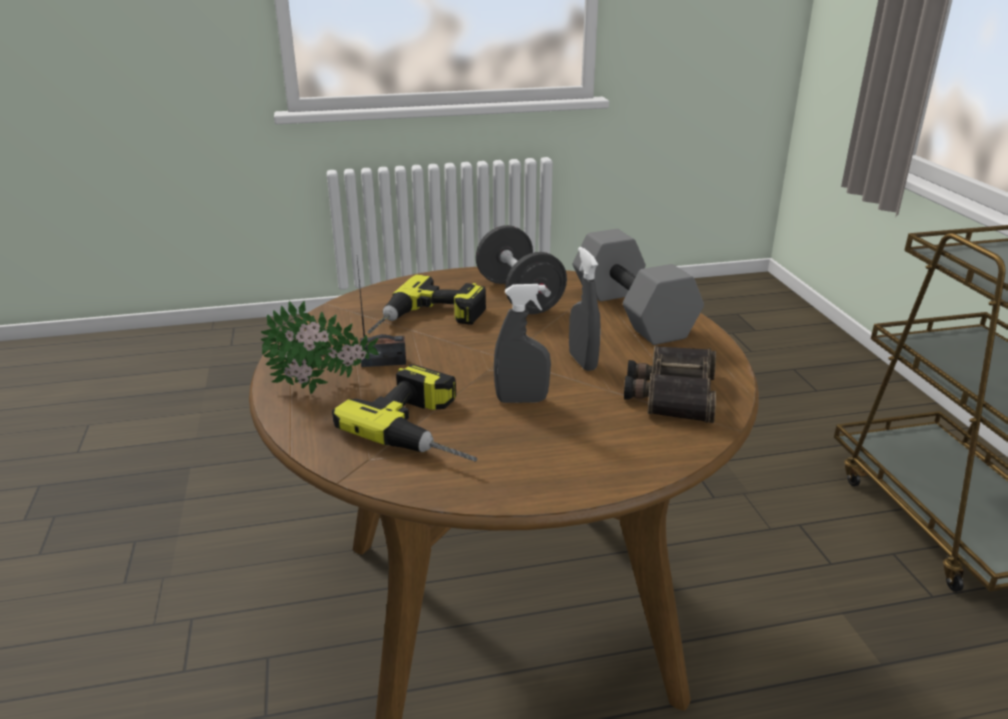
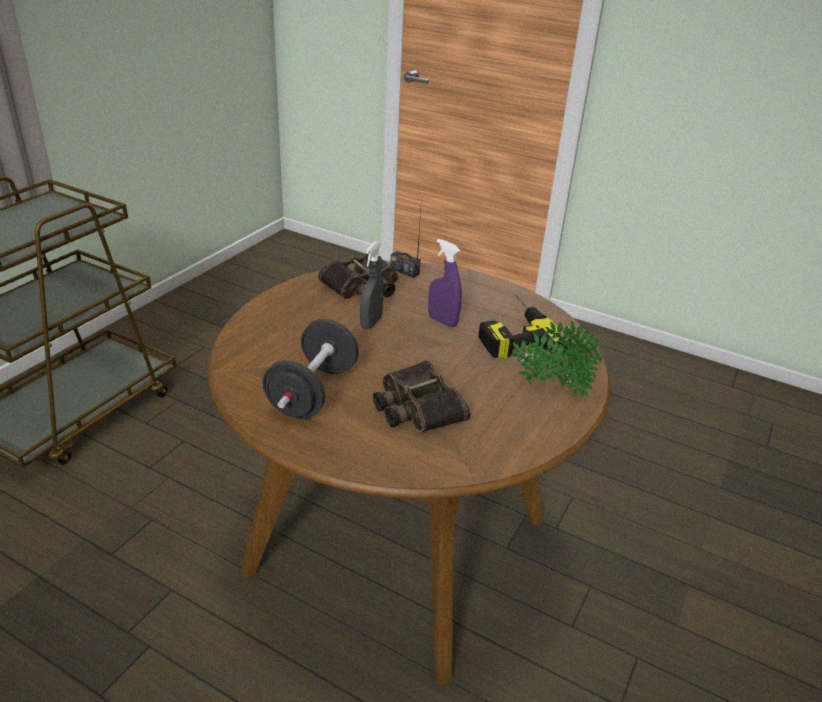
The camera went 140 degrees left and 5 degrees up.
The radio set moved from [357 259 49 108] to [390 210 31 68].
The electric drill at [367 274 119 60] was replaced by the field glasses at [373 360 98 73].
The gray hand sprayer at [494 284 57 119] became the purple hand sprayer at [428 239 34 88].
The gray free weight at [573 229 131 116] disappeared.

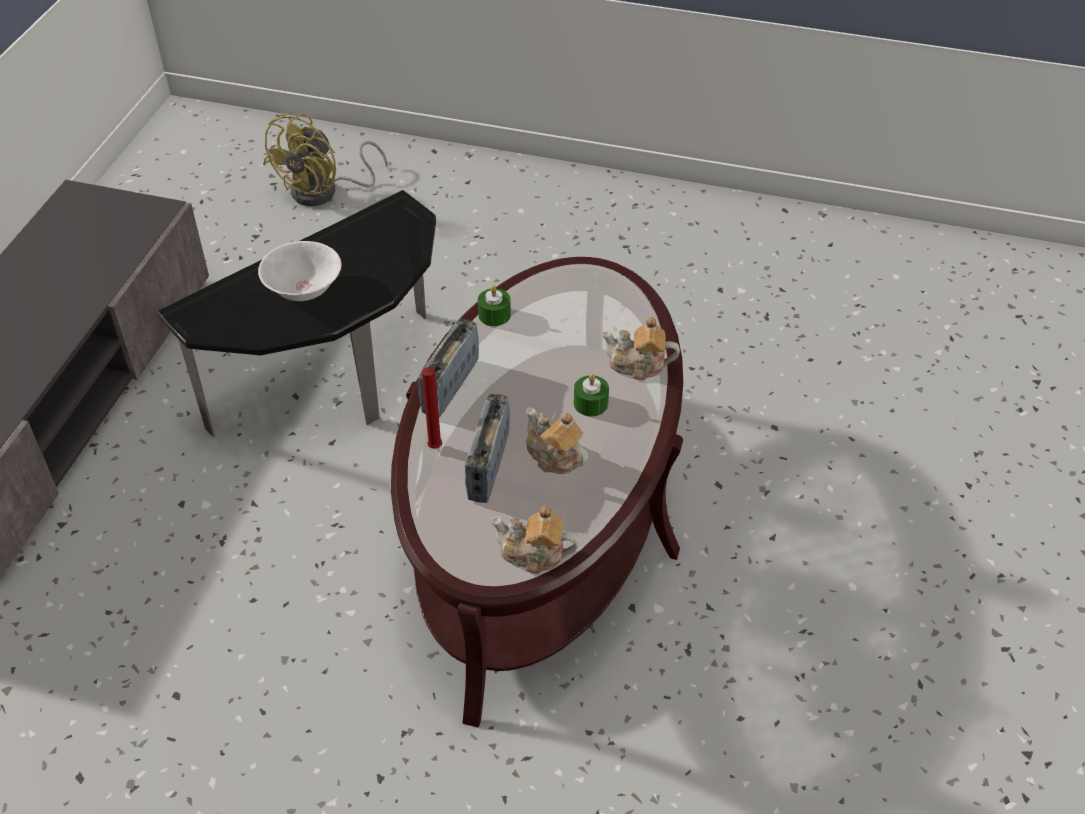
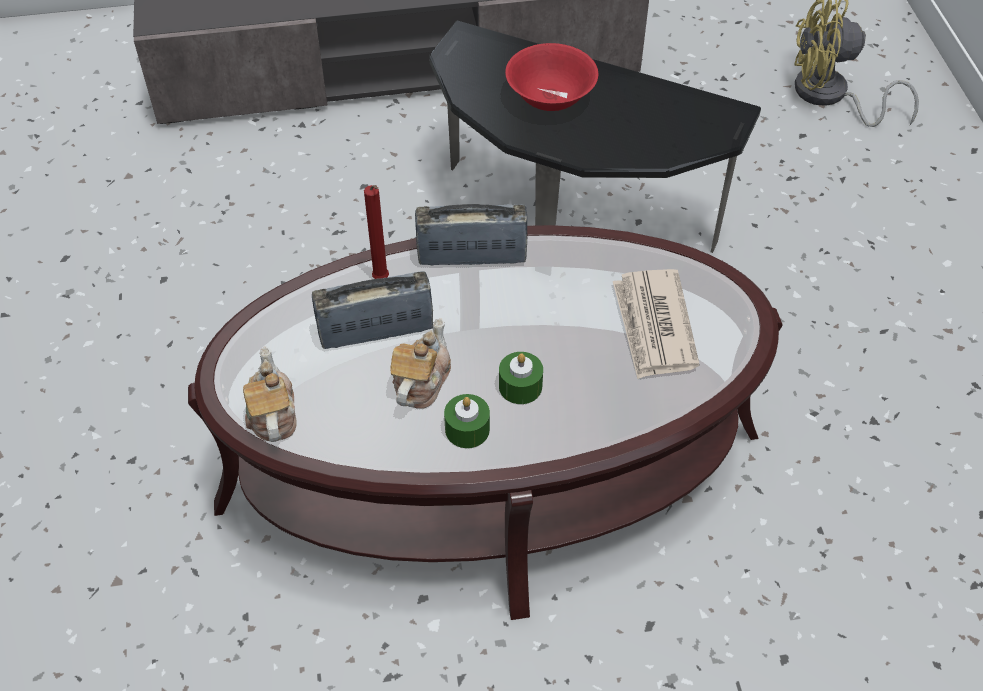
The camera went 65 degrees right and 5 degrees up.
The whitish deep dish at [258 241 84 60] became the reddish deep dish at [505 43 93 68].
The green wax candle moved from [478 285 33 41] to [444 394 46 54].
The pot for tea at [602 317 78 63] disappeared.
The newspaper at [613 269 87 110] appeared.

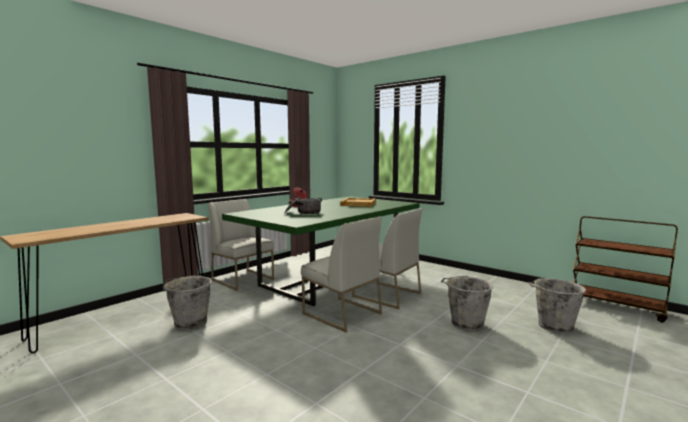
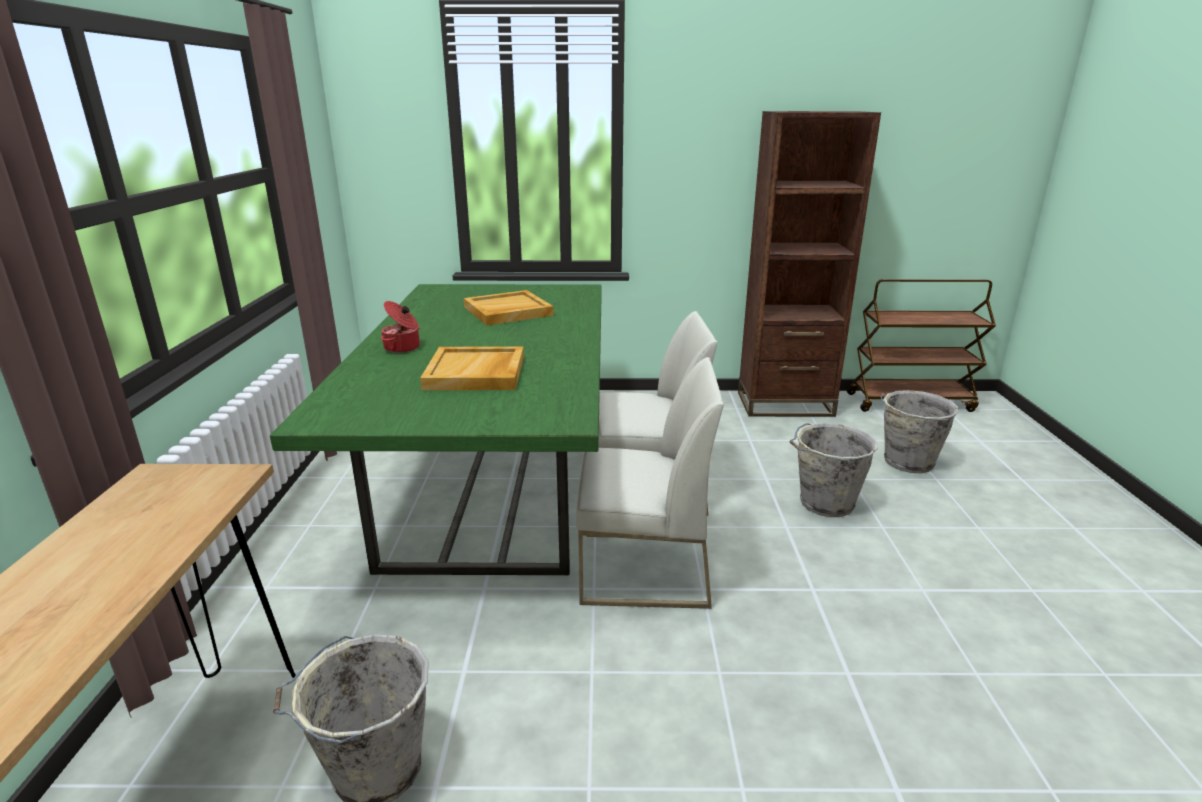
The camera went 40 degrees left and 15 degrees up.
The whitish plain chair at [208 199 66 92] disappeared.
The cooking pot at [285 196 37 18] was replaced by the beige-coloured serving tray at [420 346 104 44].
The brown-coloured shelving unit at [738 111 143 306] appeared.

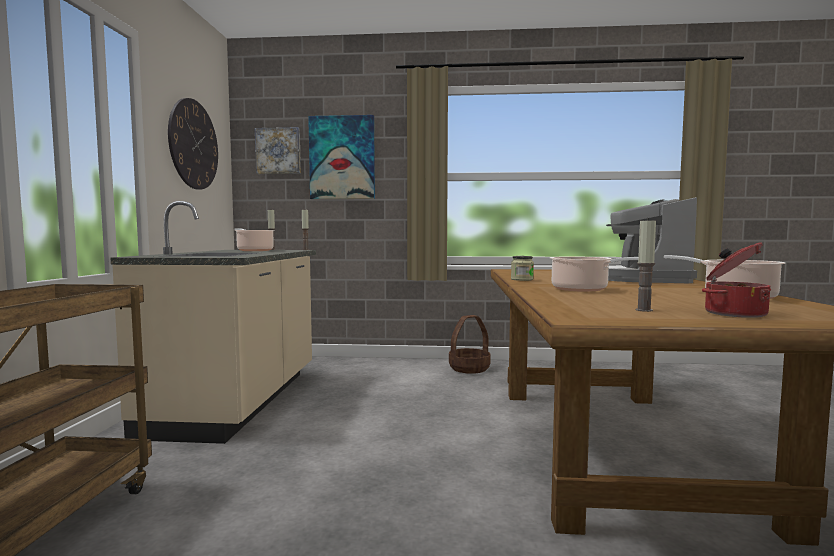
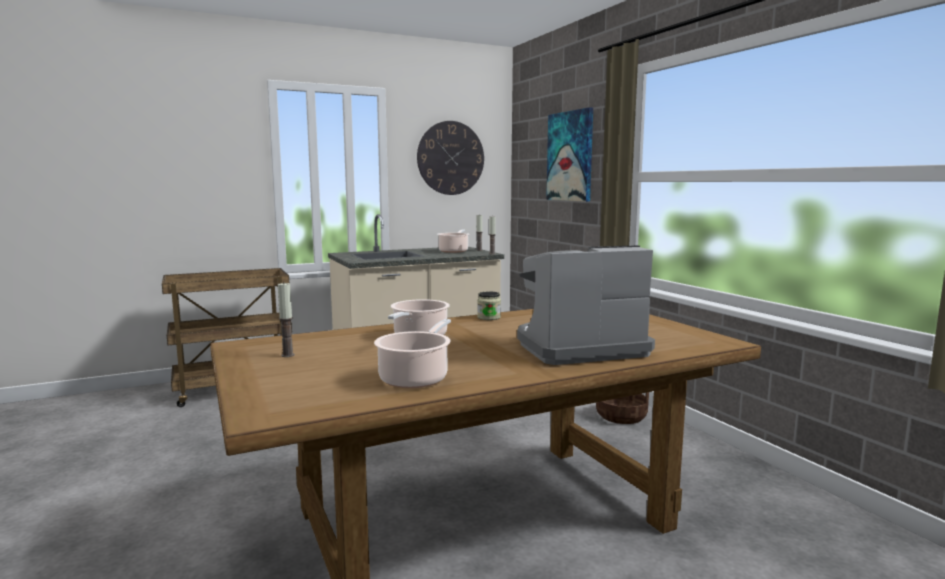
The camera went 60 degrees right and 5 degrees up.
The picture at [255 127 46 47] disappeared.
The cooking pot at [702 242 69 76] disappeared.

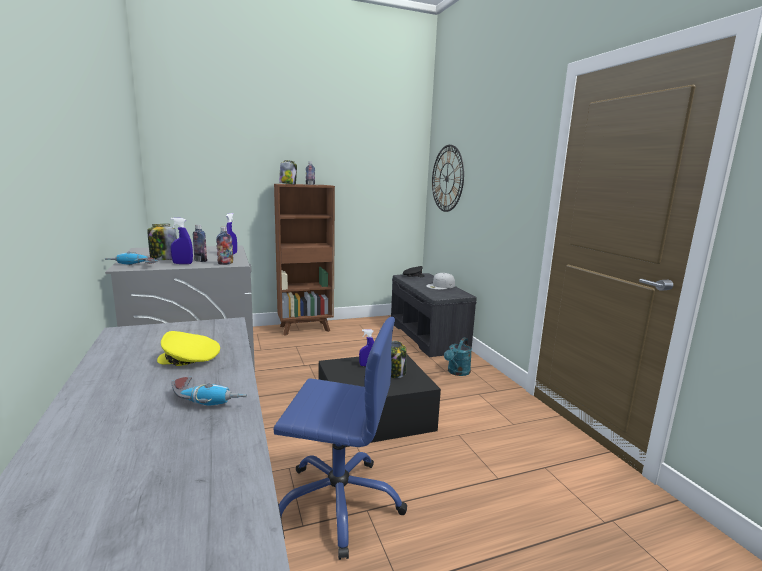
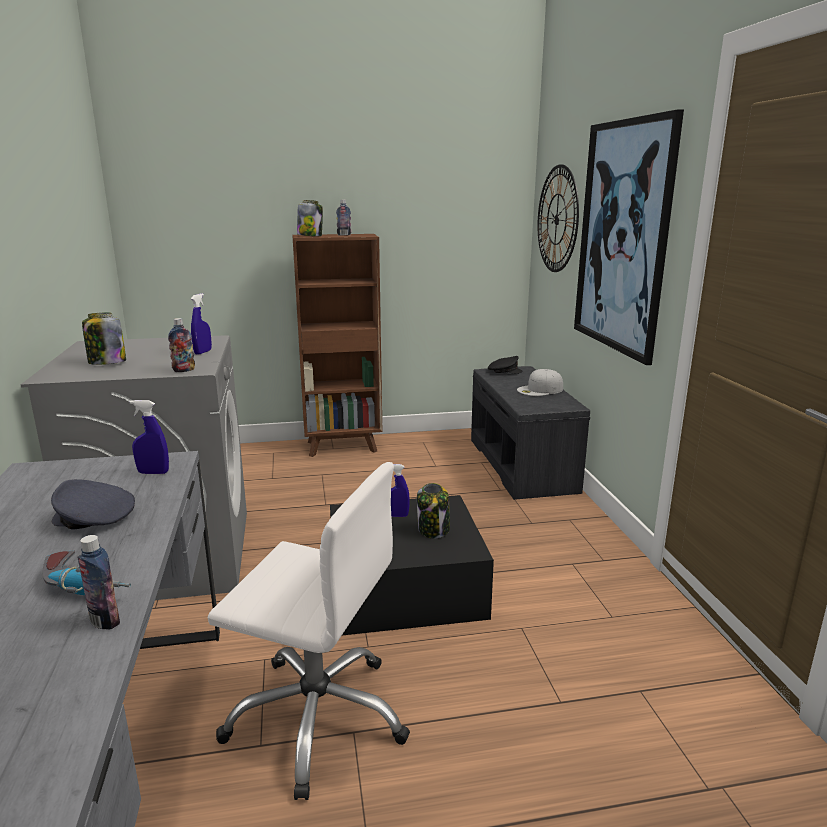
The camera went 10 degrees right and 5 degrees up.
The electric drill at [105 252 53 13] disappeared.
The yellow-coloured baseball cap at [157 331 63 35] became the gray baseball cap at [51 479 84 51].
The blue hand sprayer moved from [171 218 22 46] to [130 400 39 74].
The bottle moved from [193 225 14 37] to [78 535 42 95].
The blue desk chair at [273 317 134 243] became the whitish desk chair at [208 462 202 338].
The blue-green watering pot at [444 338 28 38] disappeared.
The picture at [574 109 110 256] appeared.

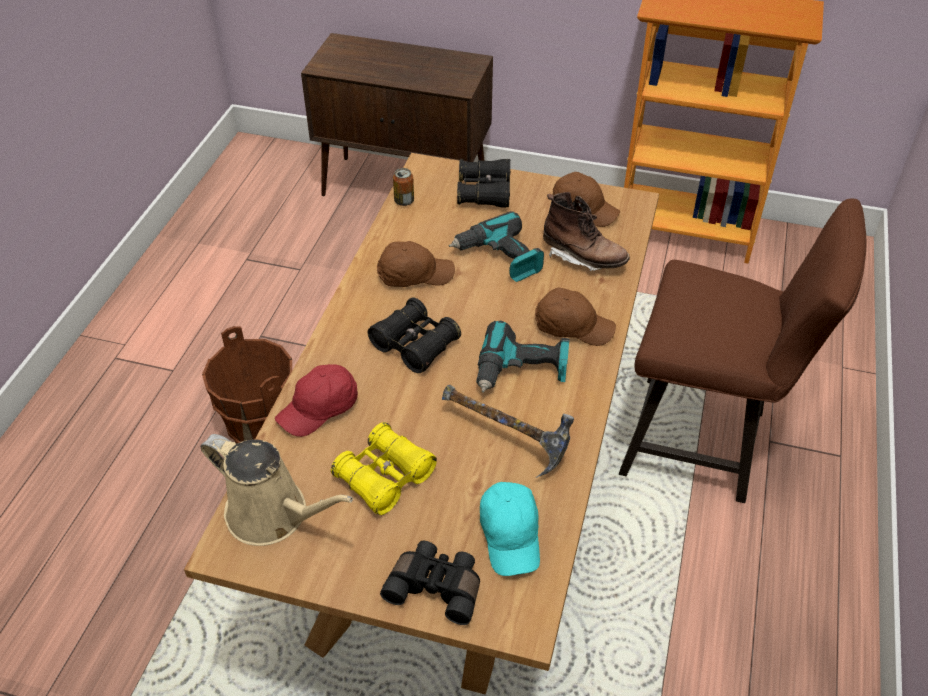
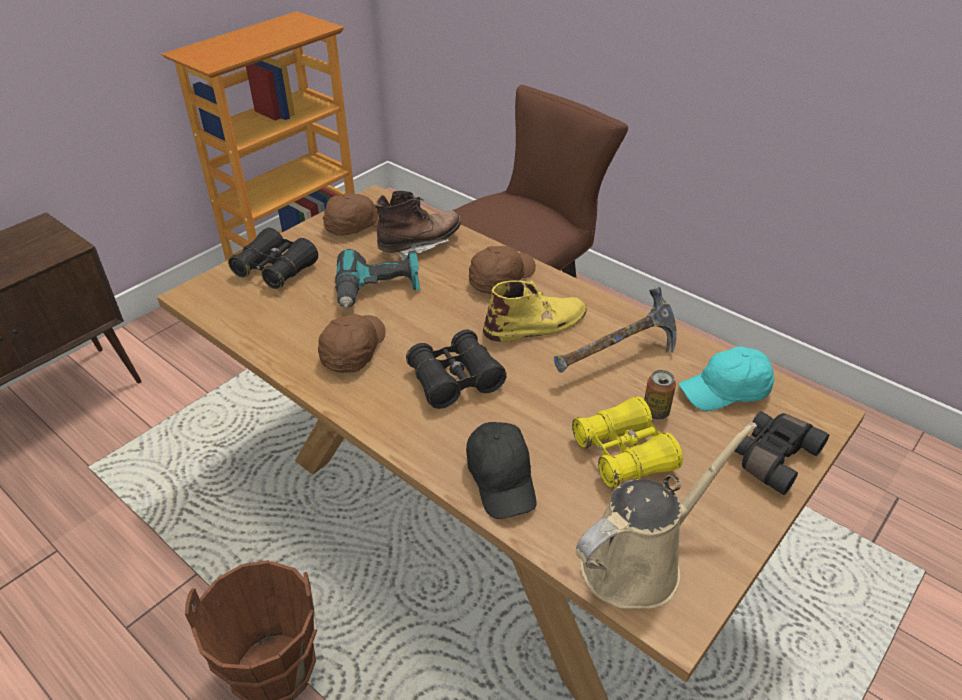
The camera went 65 degrees left and 5 degrees down.
The reddish baseball cap at [275 364 83 73] became the black baseball cap at [466 422 71 97].
The can moved from [393 168 21 38] to [644 370 32 50].
The electric drill at [476 321 94 72] was replaced by the yellow-coloured high-top boot at [483 280 103 62].
The blue-green baseball cap at [480 482 60 94] turned 150 degrees clockwise.

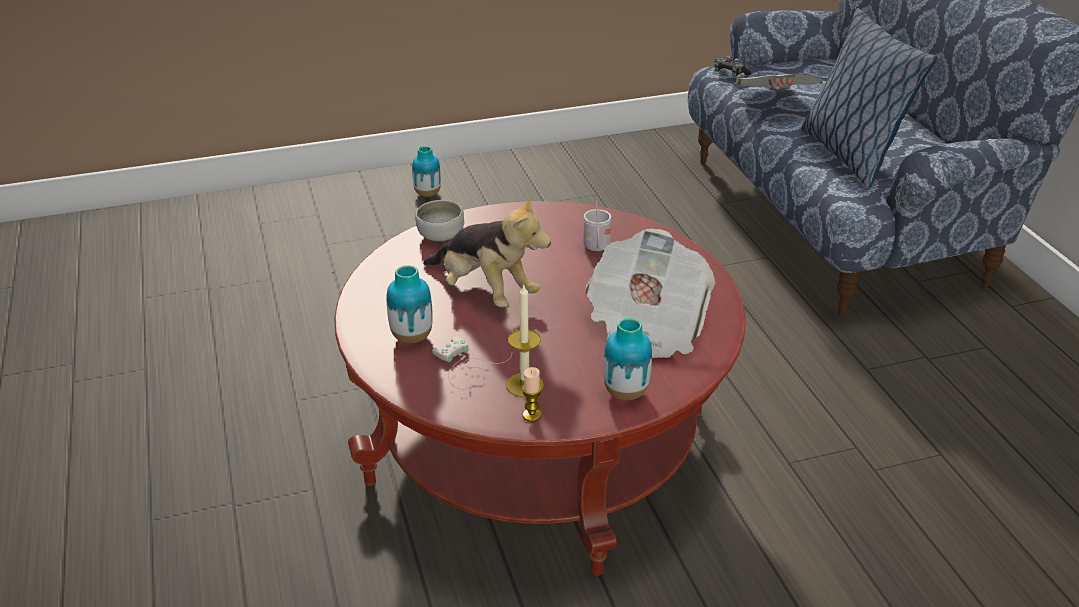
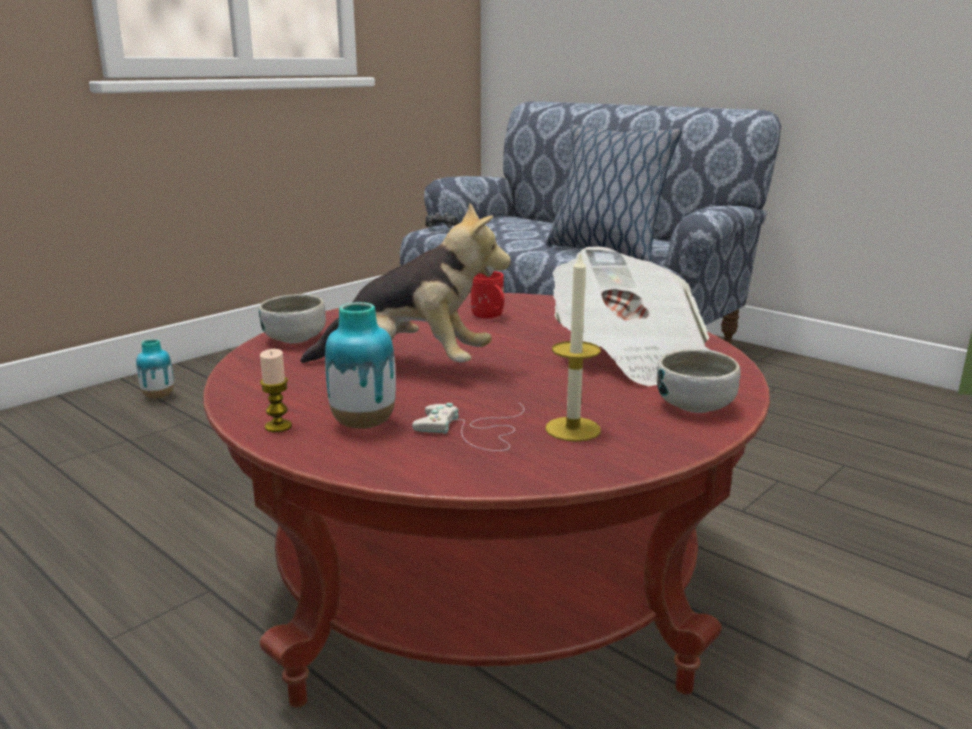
The camera went 30 degrees left and 15 degrees down.
The wax candle moved from [522 367 20 55] to [260 349 32 83].
The whitish mug at [583 200 28 51] became the reddish mug at [471 271 33 47].
The vase at [603 318 49 82] was replaced by the deep dish at [657 349 83 64].
The newspaper at [736 74 87 16] disappeared.

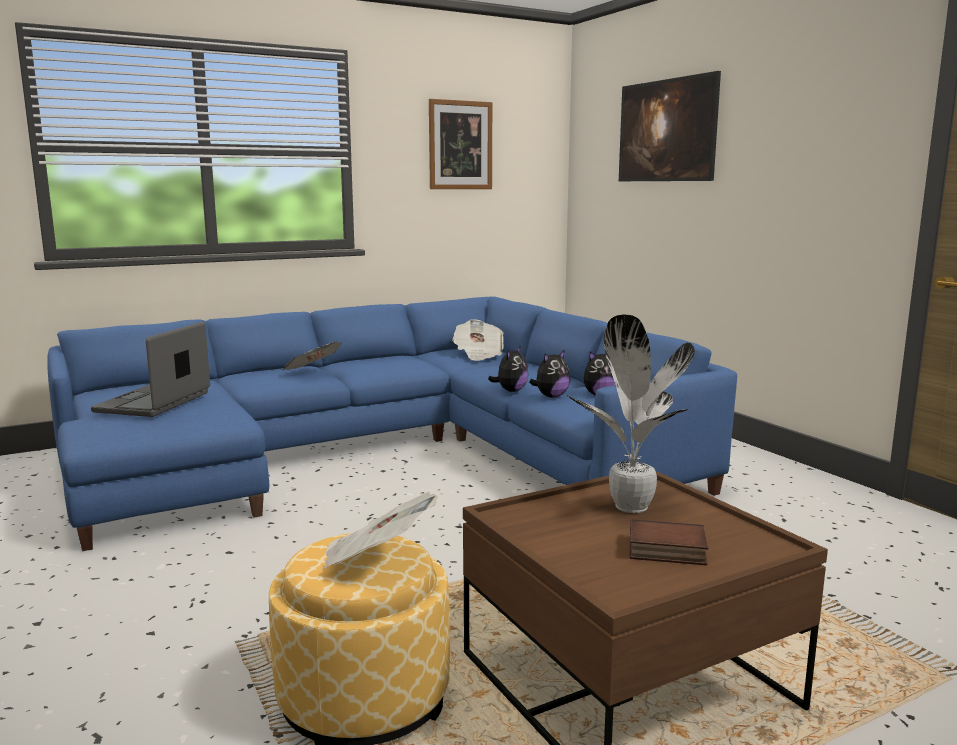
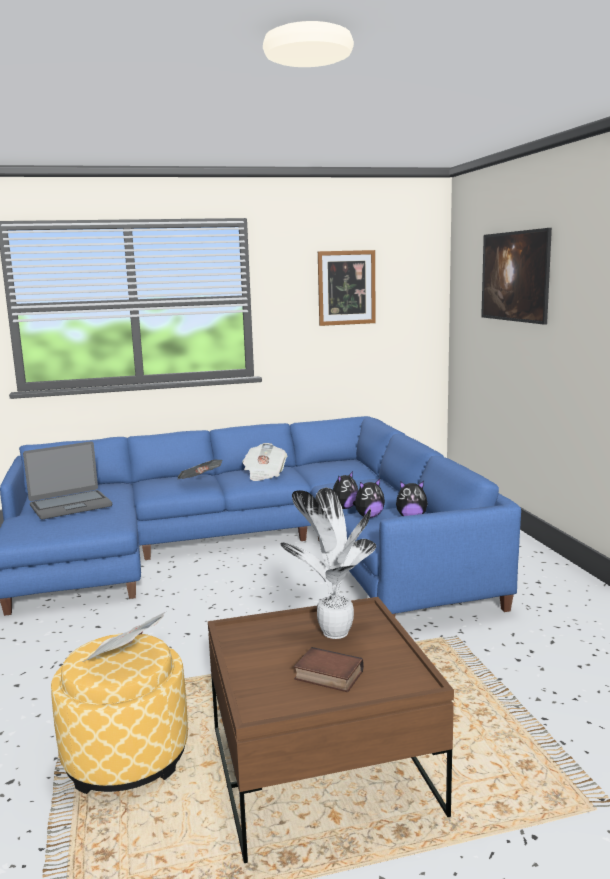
The camera went 15 degrees right and 0 degrees up.
The notebook computer at [91 322 119 95] turned 150 degrees counterclockwise.
The newspaper moved from [452 319 52 42] to [242 443 45 38].

